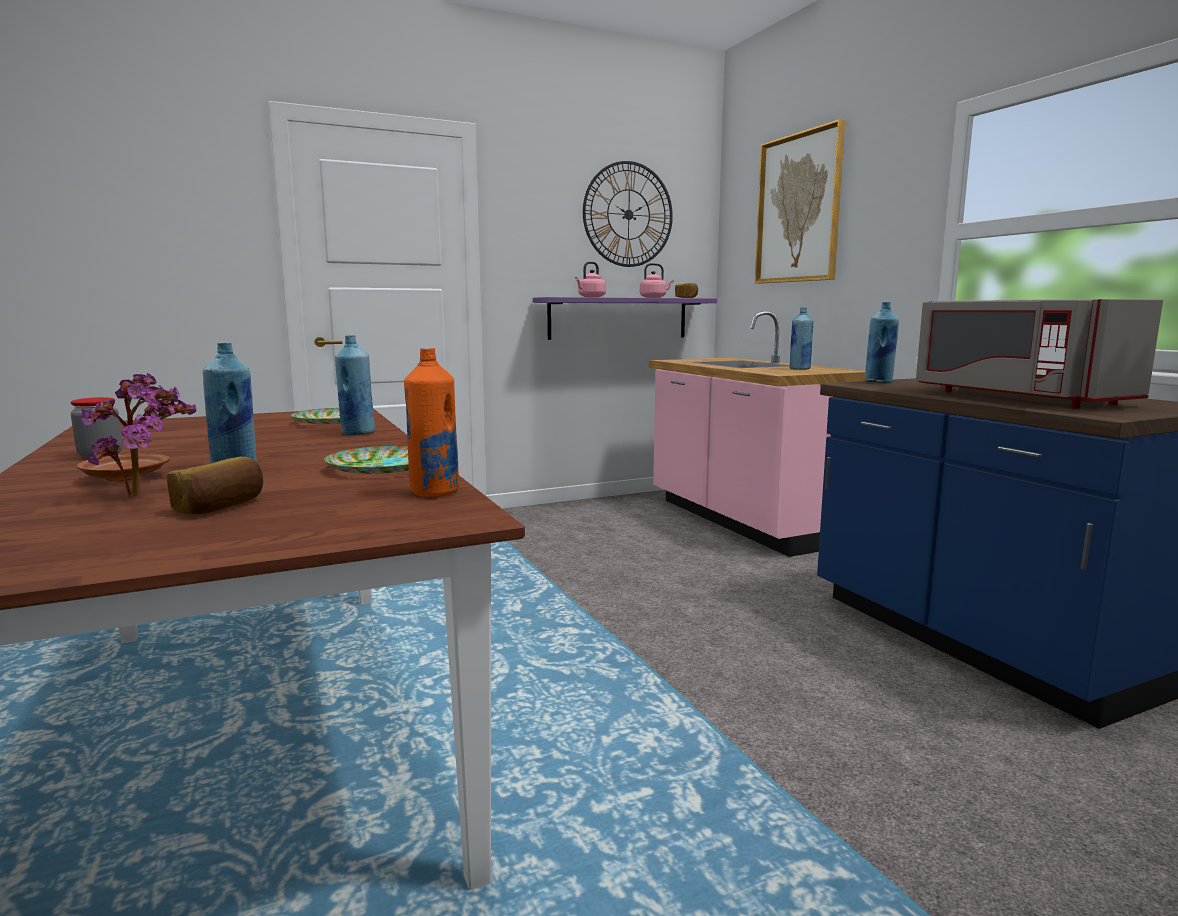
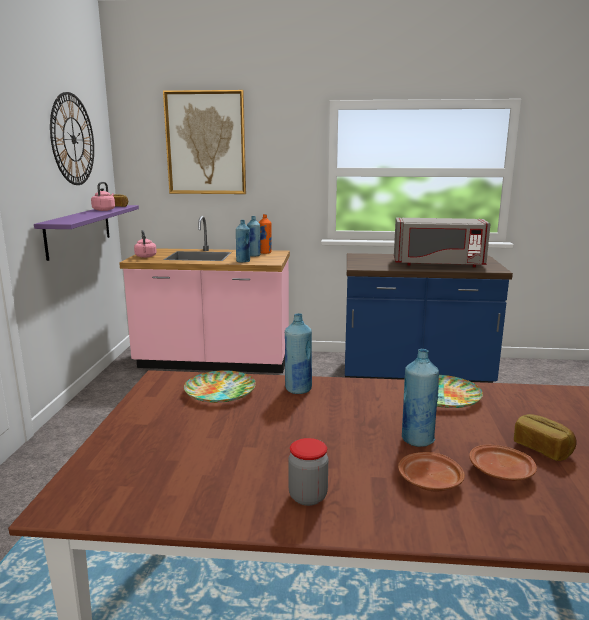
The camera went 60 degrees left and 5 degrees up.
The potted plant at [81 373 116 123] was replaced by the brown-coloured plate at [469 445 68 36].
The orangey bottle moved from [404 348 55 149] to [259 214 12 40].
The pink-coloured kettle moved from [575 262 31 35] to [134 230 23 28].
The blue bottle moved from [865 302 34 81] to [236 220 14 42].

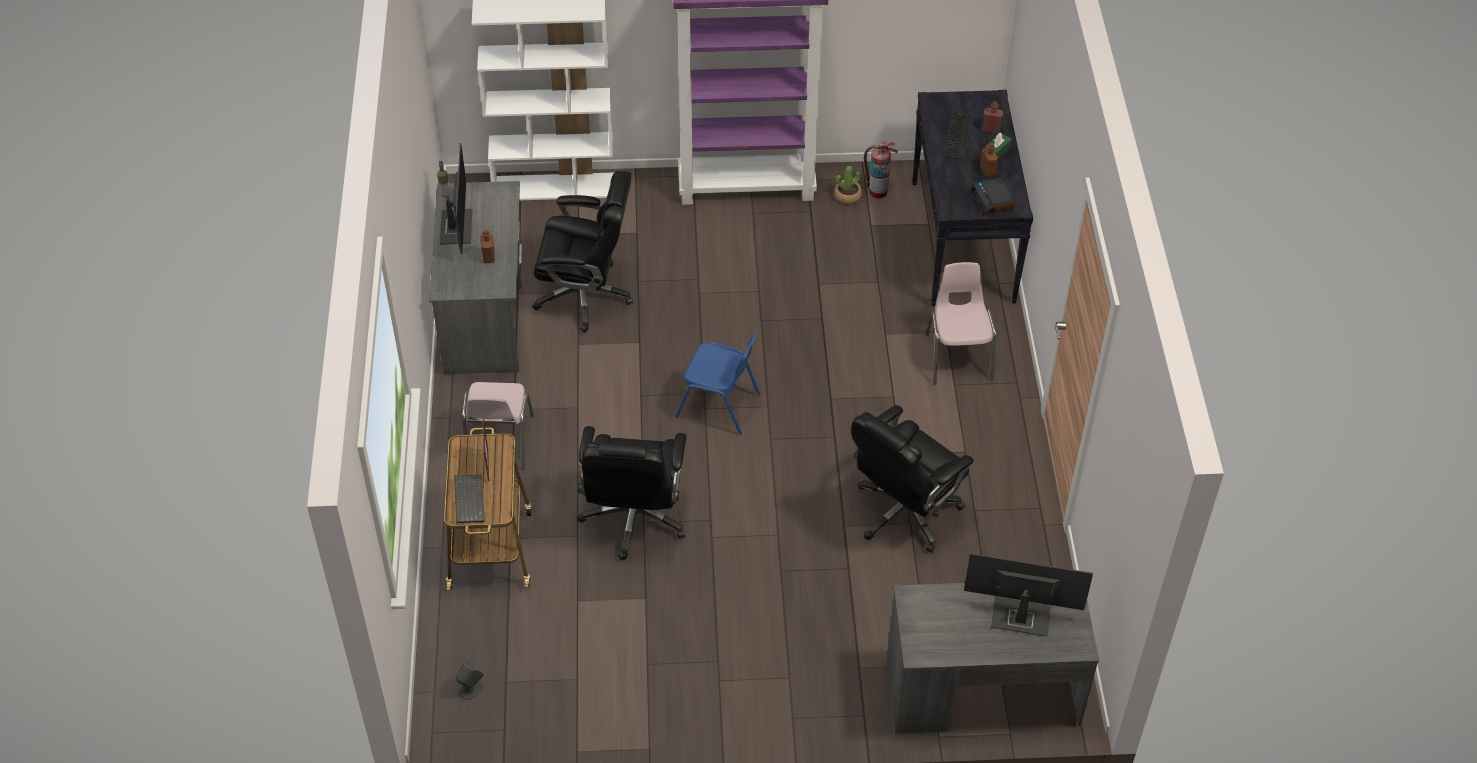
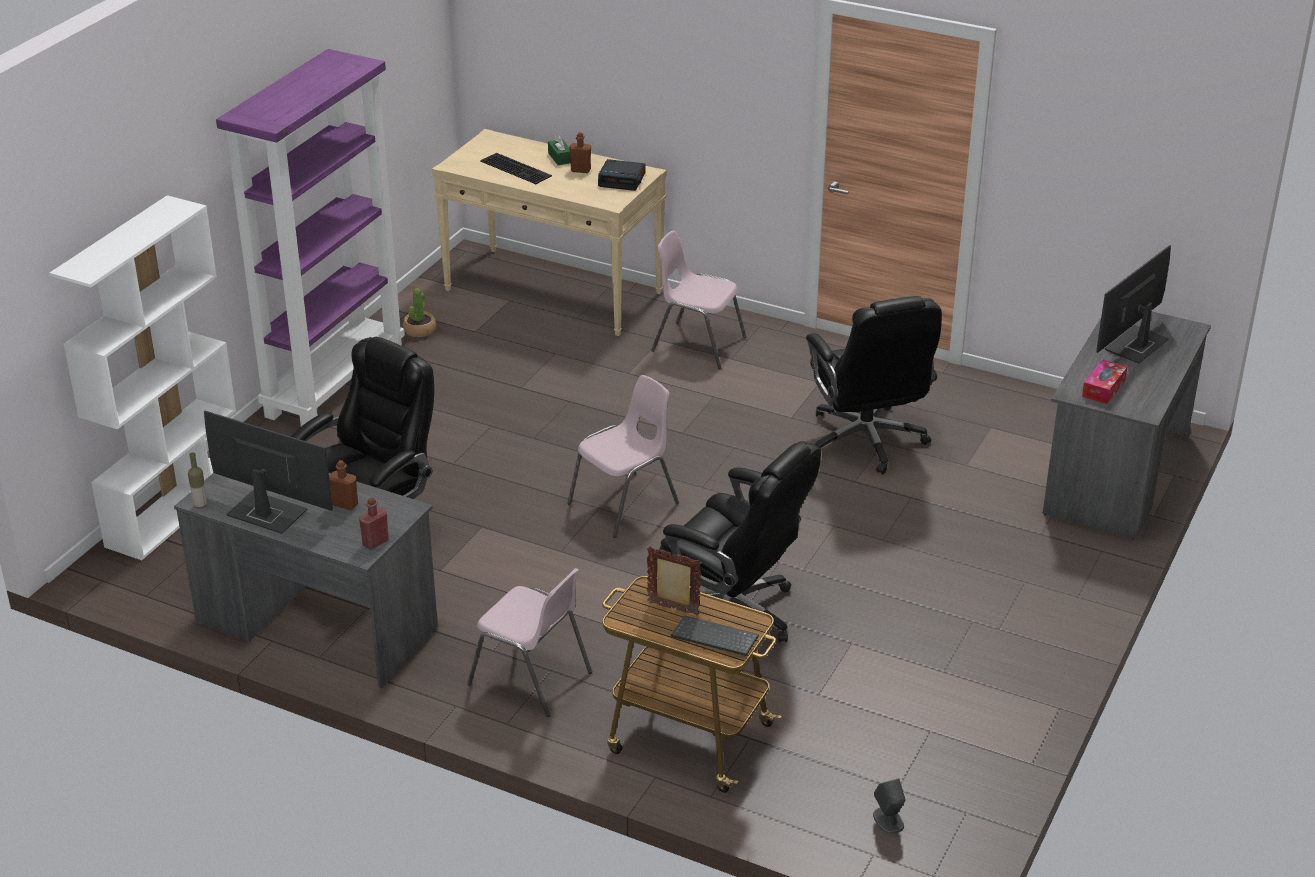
The camera went 60 degrees left and 15 degrees down.
The blue plain chair at [675 333 85 101] became the pink-coloured plain chair at [567 375 112 163].
The fire-fighting cylinder at [864 142 34 57] disappeared.
The black narrow table at [912 90 121 216] became the beige-coloured narrow table at [432 129 235 207].
The reddish bottle moved from [983 101 20 32] to [359 497 30 53].
The tissue holder at [1082 359 45 45] appeared.

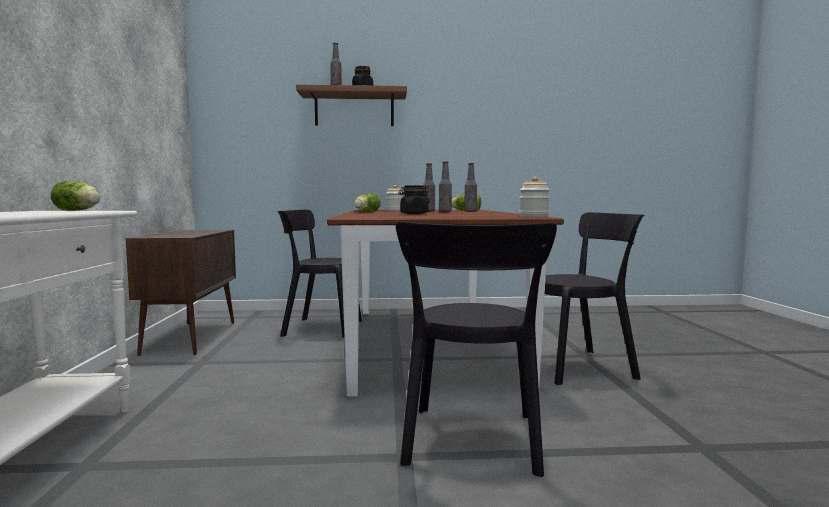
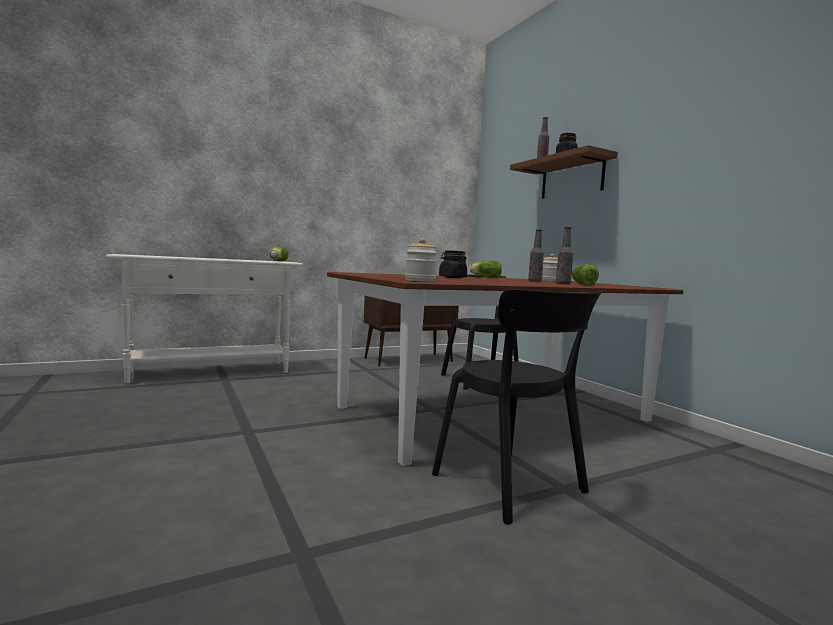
The camera went 65 degrees right and 0 degrees up.
The black plain chair at [396 222 161 255] disappeared.
The bottle at [439 162 13 50] disappeared.

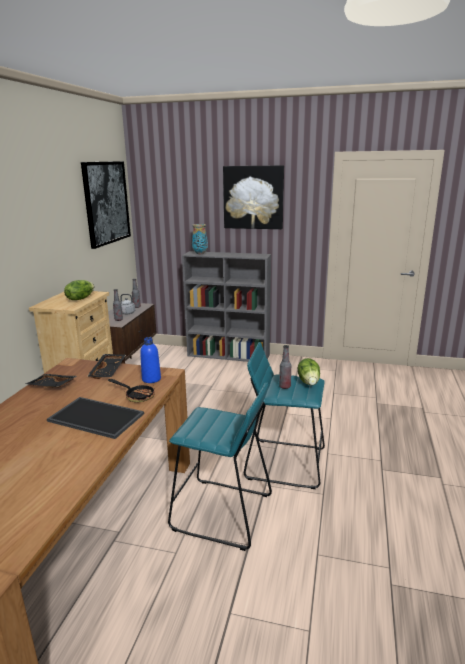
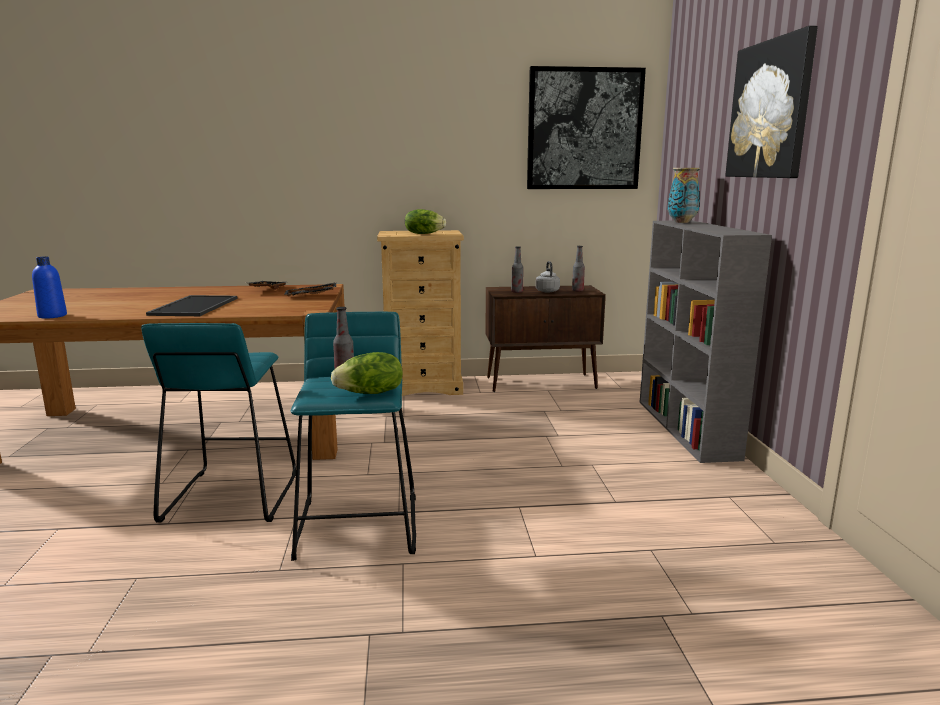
The camera went 70 degrees right and 5 degrees down.
The frying pan at [108 379 47 24] disappeared.
The blue bottle moved from [140 337 21 46] to [32 257 35 62].

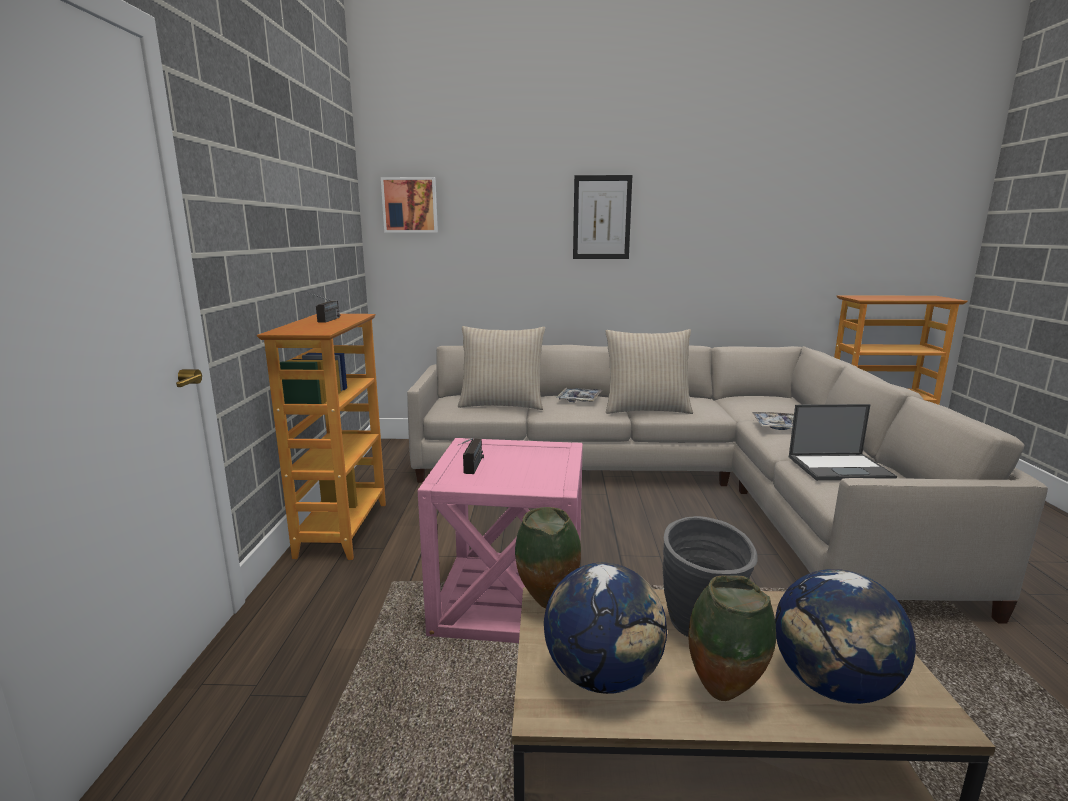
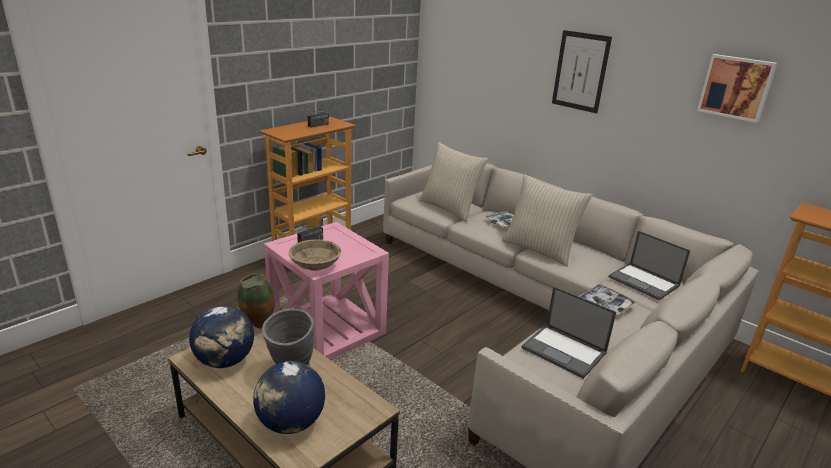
The camera went 40 degrees right and 10 degrees up.
The picture moved from [381 177 57 56] to [697 54 80 69].
The vase at [689 575 87 126] disappeared.
The beige-coloured deep dish at [288 240 53 31] appeared.
The notebook computer at [609 231 81 69] appeared.

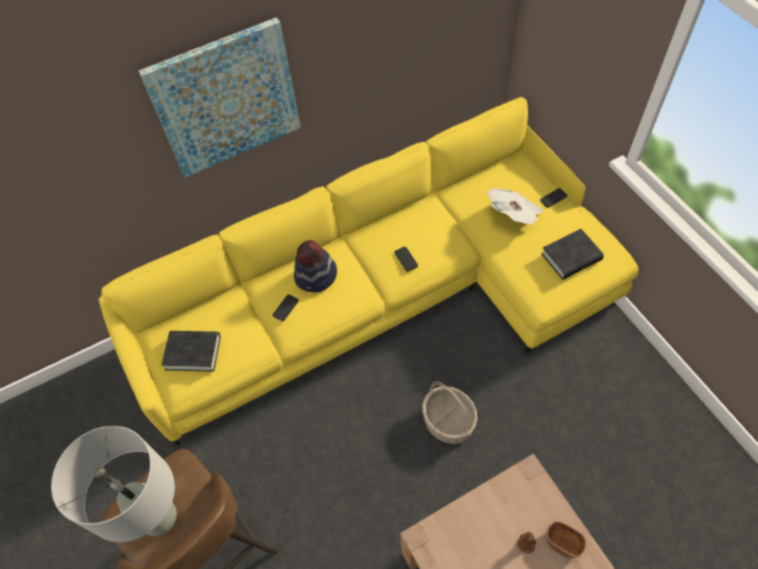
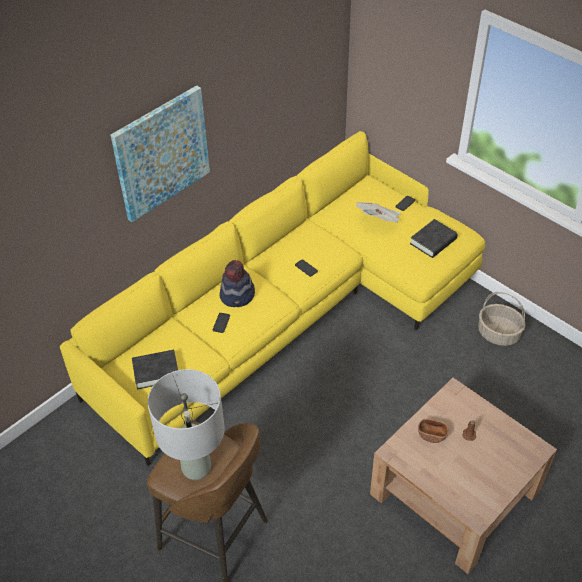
The camera went 20 degrees left and 10 degrees down.
The basket moved from [422 381 55 63] to [478 292 48 54].
The brown-coloured deep dish moved from [546 521 40 37] to [418 419 31 24].

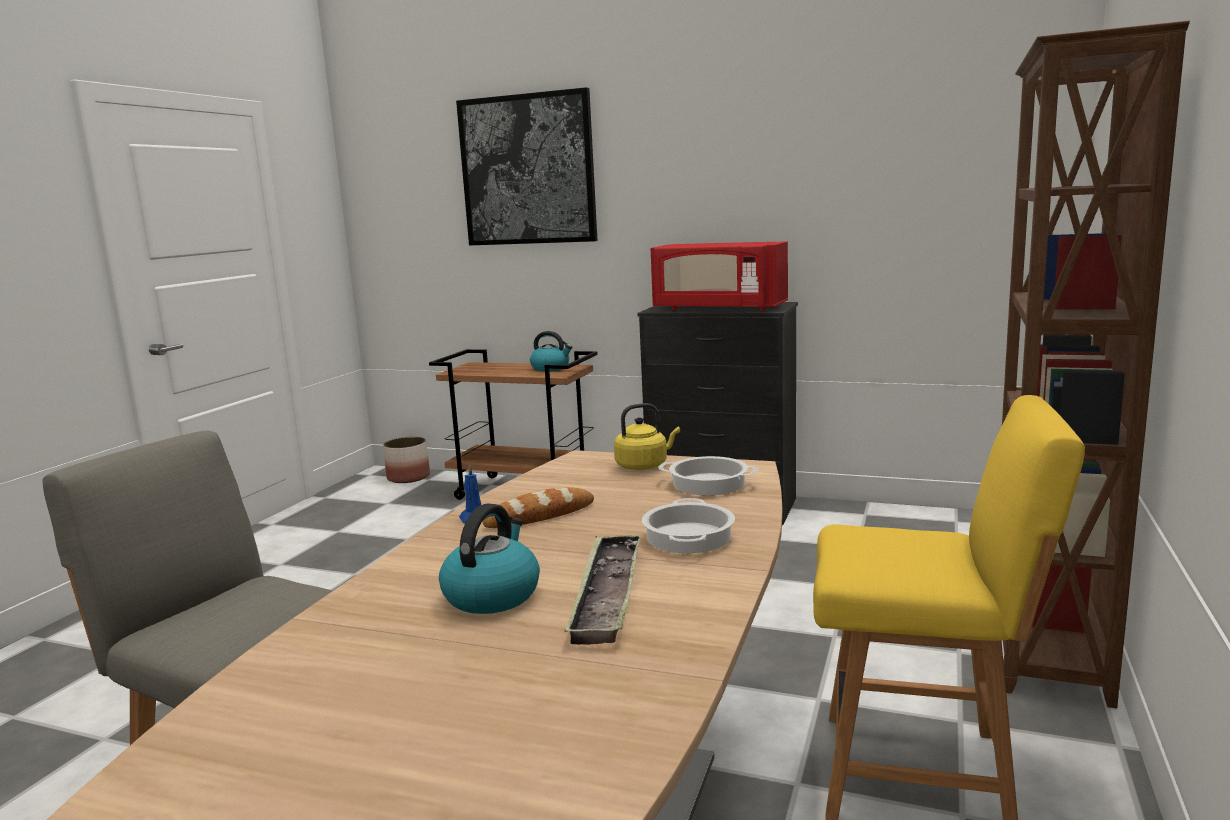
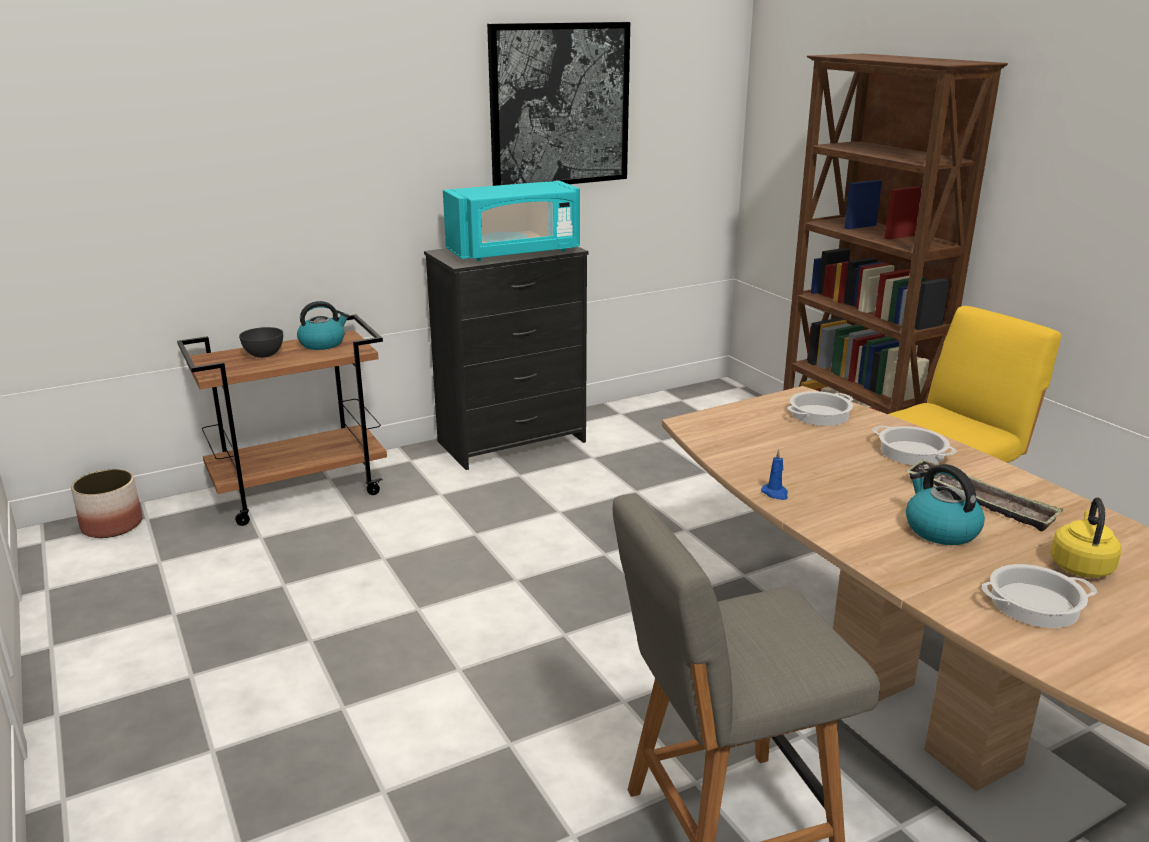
The camera went 50 degrees left and 10 degrees up.
The picture moved from [456 87 142 159] to [487 22 143 164].
The baked bread at [483 487 111 41] disappeared.
The yellow-coloured kettle moved from [614 403 66 67] to [1050 497 71 81].
The reddish microwave oven at [651 241 137 70] became the blue-green microwave oven at [443 181 137 80].
The gray deep dish at [239 327 44 31] appeared.
The cooking pot at [982 564 115 64] appeared.

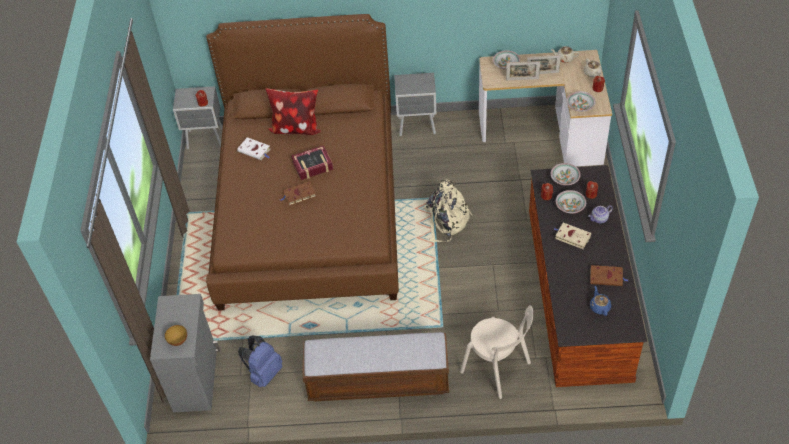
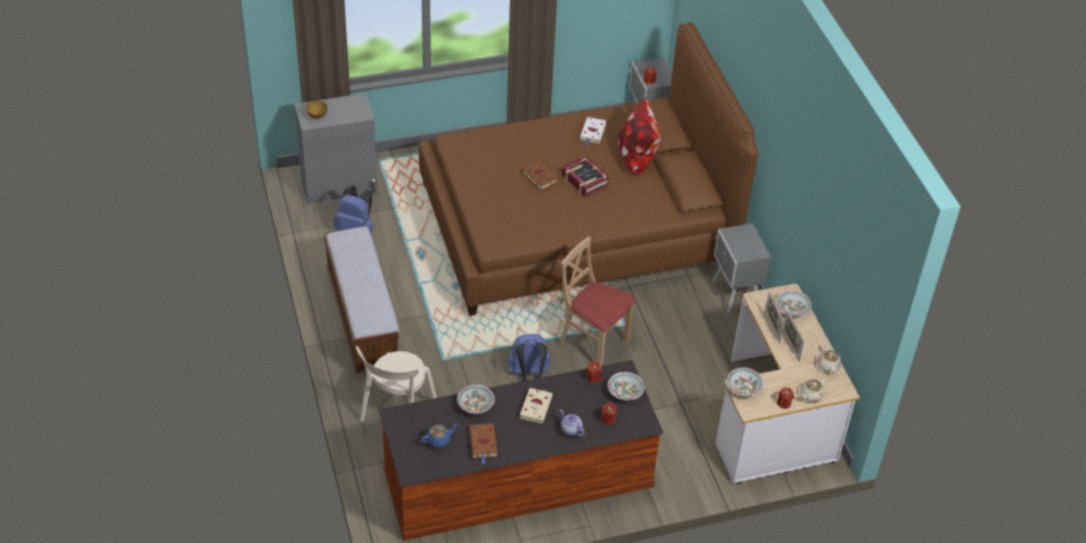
The camera went 70 degrees right and 5 degrees down.
The beige-coloured knapsack at [424 179 49 63] was replaced by the beige-coloured plain chair at [559 236 77 130].
The deep dish moved from [556 190 30 23] to [457 385 38 29].
The blue knapsack at [508 334 42 47] appeared.

